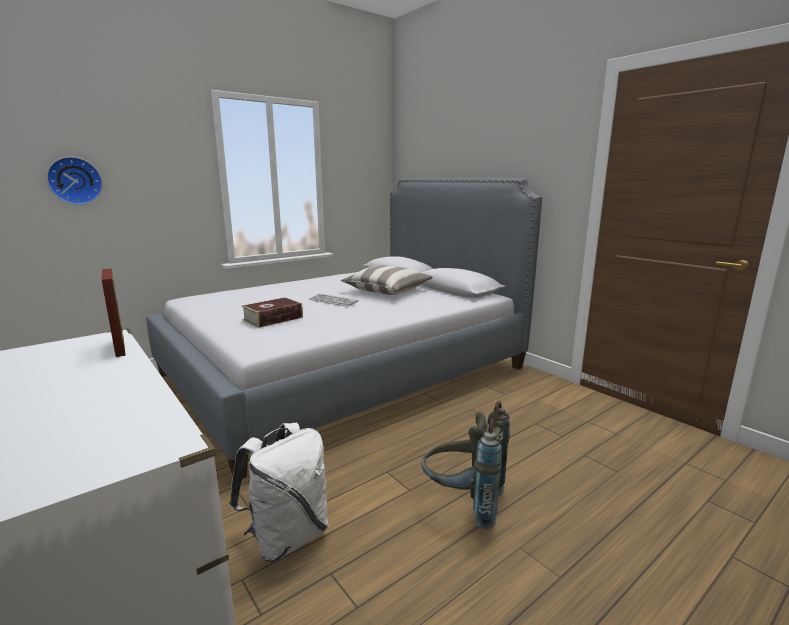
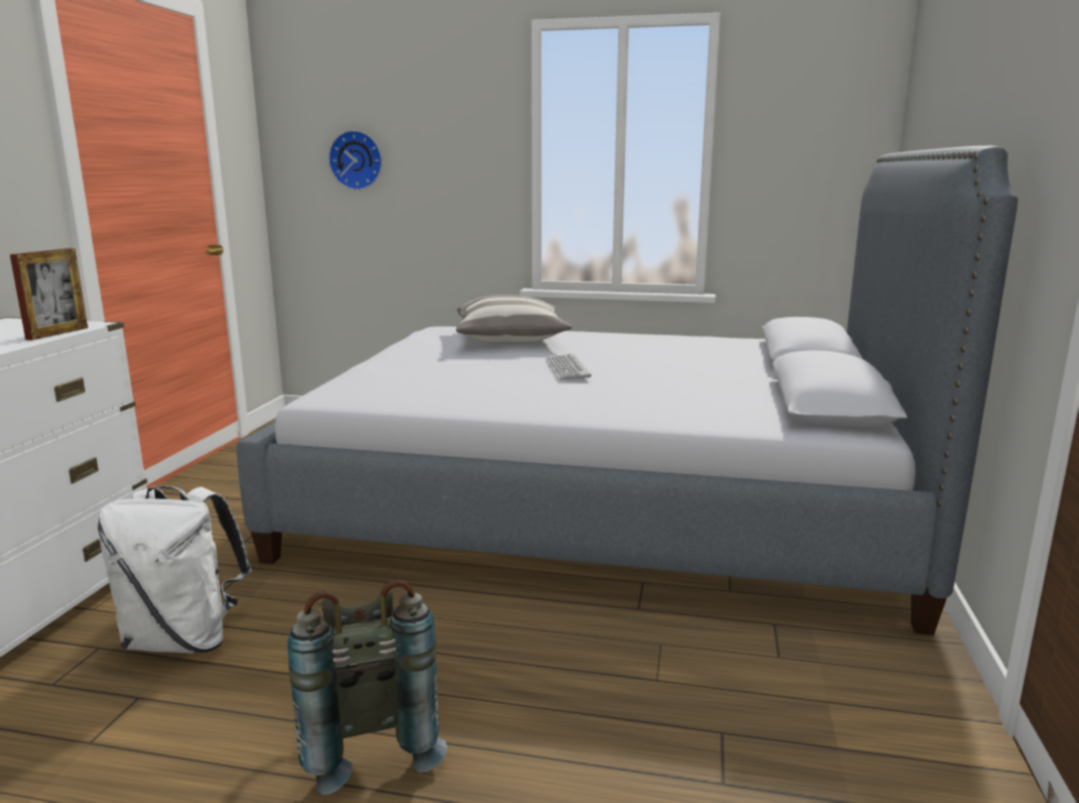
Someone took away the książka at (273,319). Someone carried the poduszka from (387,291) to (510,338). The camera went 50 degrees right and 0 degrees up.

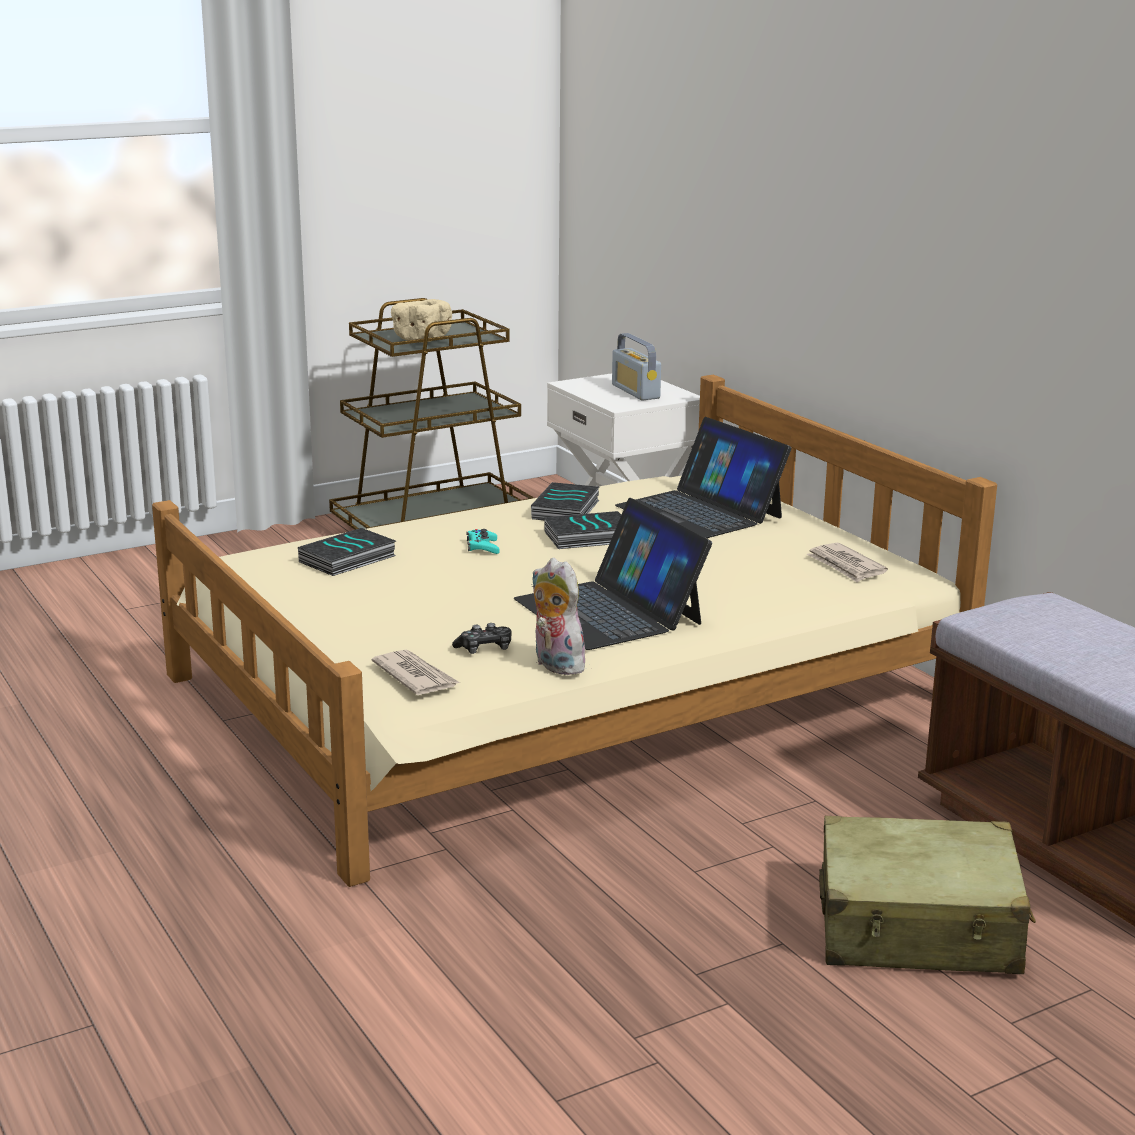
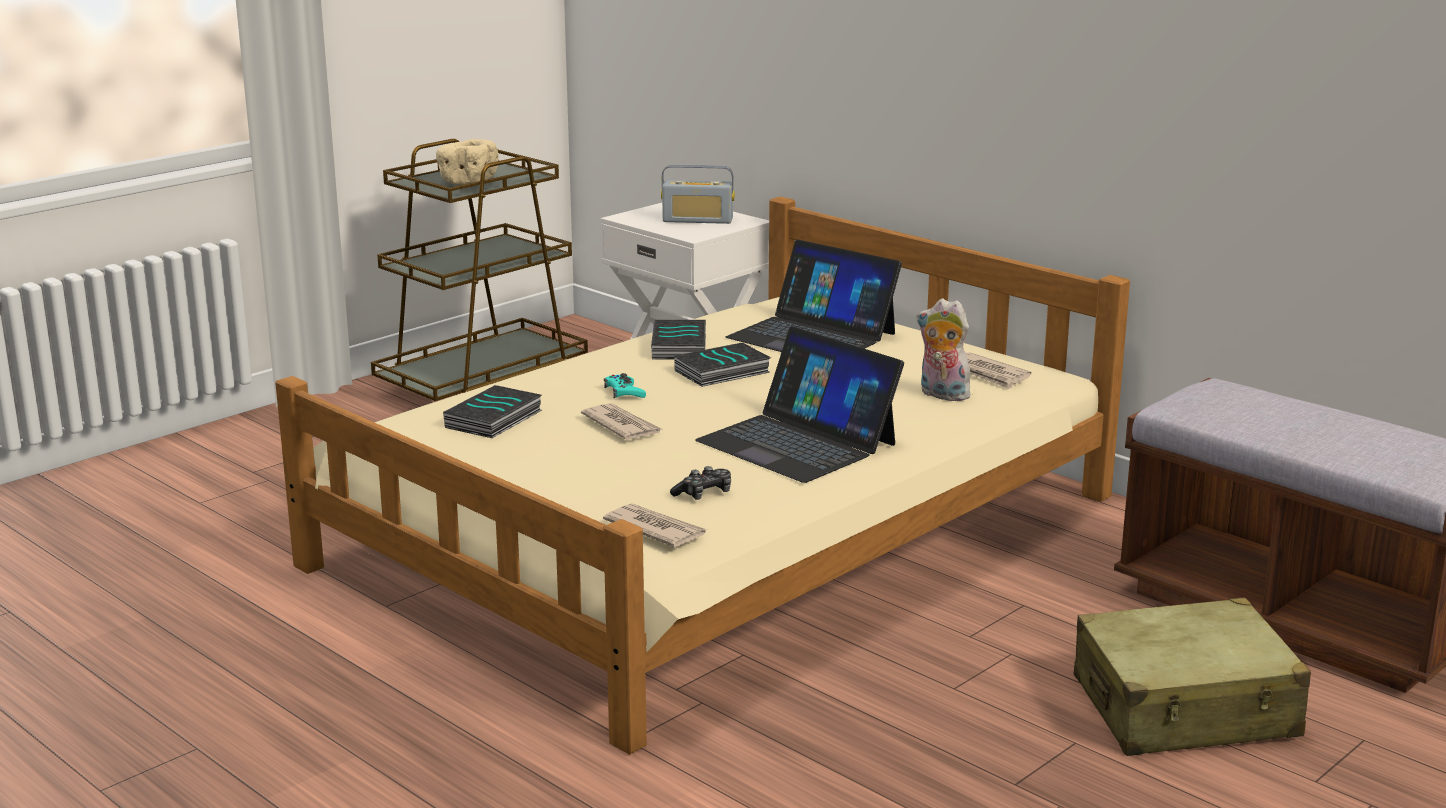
Someone carried the pluszak from (555,665) to (941,395). Someone rotated the radio at (635,391) by 45 degrees counterclockwise. Someone put down the gazeta at (621,426). The camera went 15 degrees left and 0 degrees up.

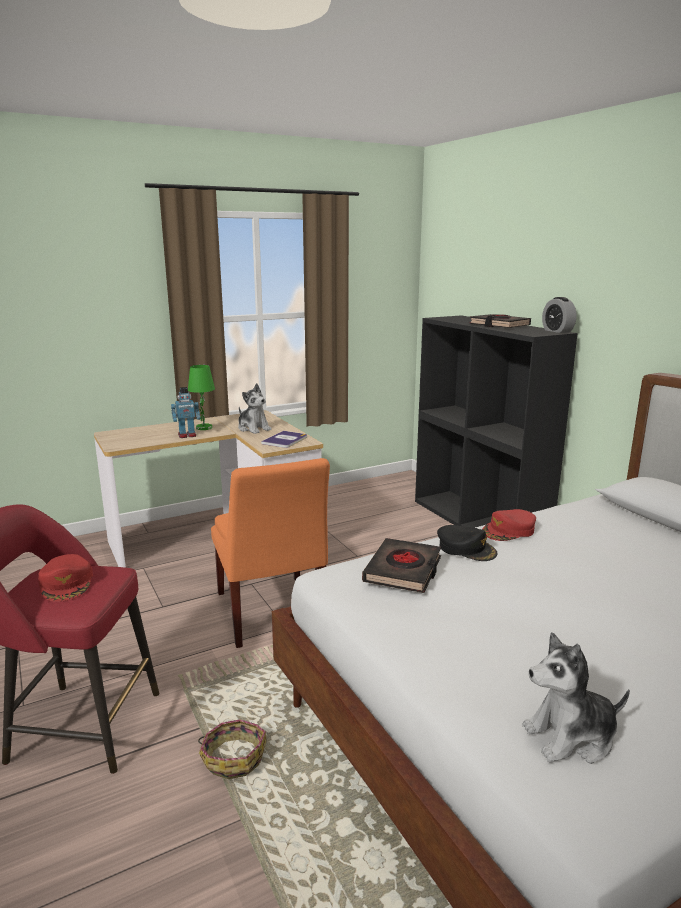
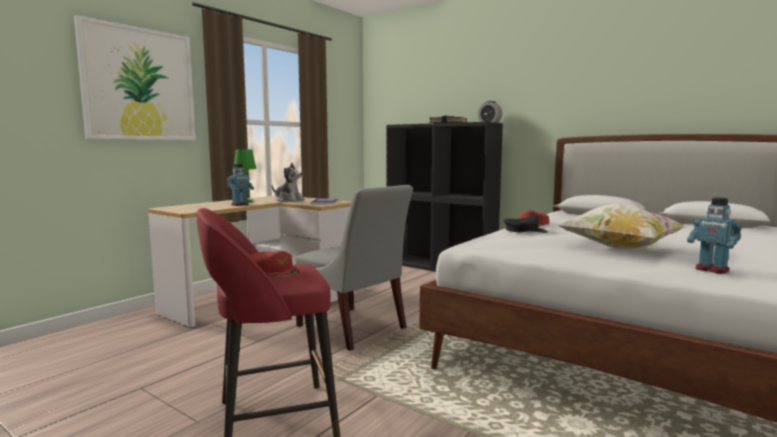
Someone took away the koszyk at (233,757). Someone repainted the krzesło [pomarańczowy] at (271,613), which became the krzesło [szary] at (353,329). Someone took away the książka [czarny] at (403,570). Someone swapped the pluszak at (571,737) for the robot zabawkowy at (711,270). Someone put up the obraz at (139,84). Someone put down the poduszka at (619,248). The camera went 25 degrees left and 10 degrees down.

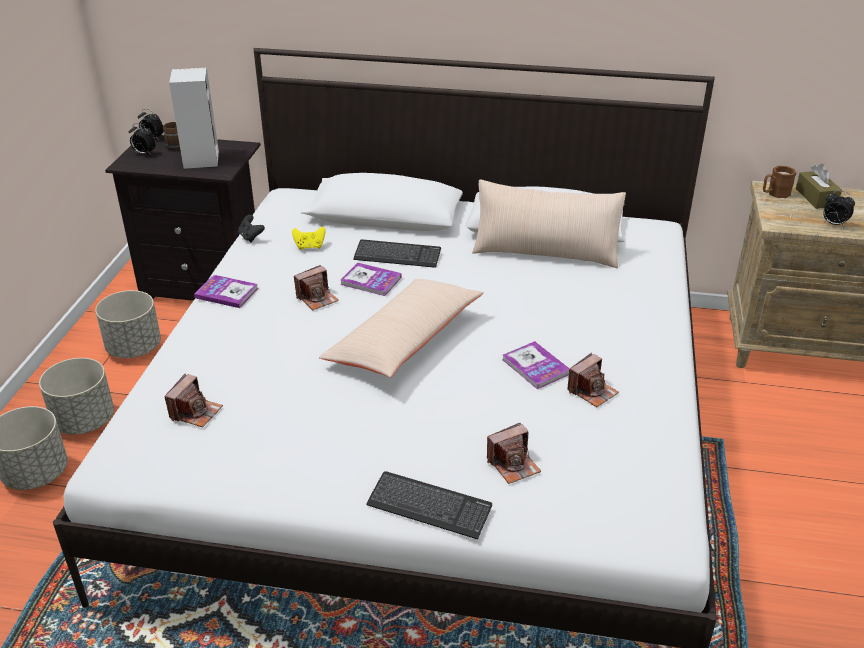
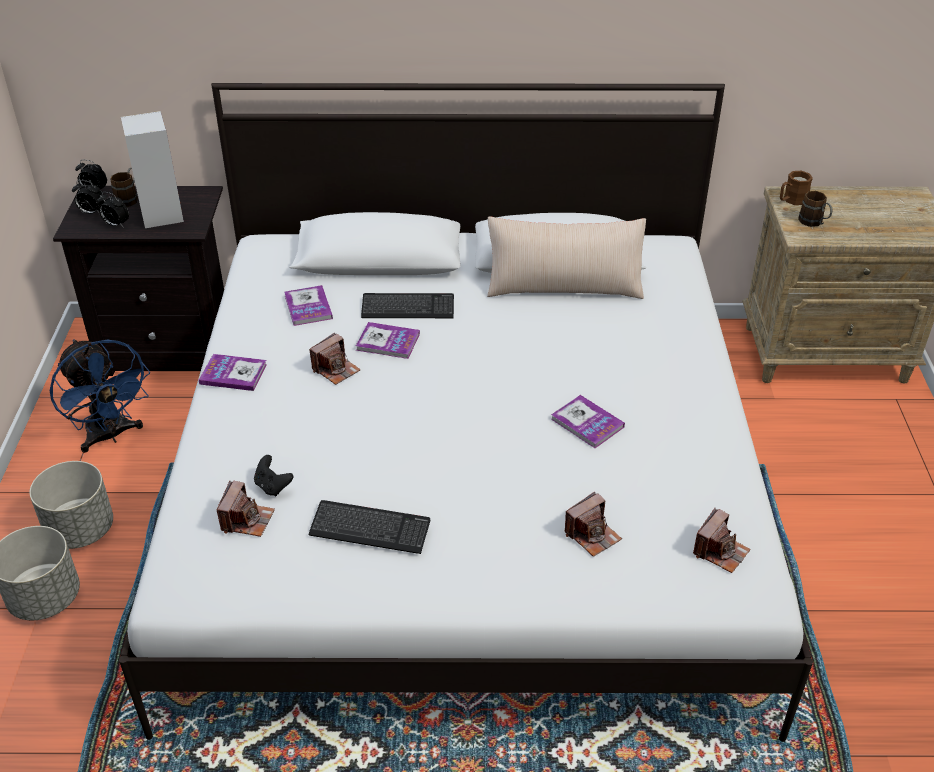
Someone swapped the donica [szary] at (134,348) for the wentylator [niebieski] at (111,436). Someone carried the pad do gier [czarny] from (251,237) to (273,486). Someone swapped the pad do gier [żółty] at (309,247) for the książka at (308,307). Someone took away the poduszka [beżowy] at (404,340). Someone carried the klawiatura from (429,507) to (370,529). Someone carried the aparat fotograficzny from (592,391) to (720,551). Someone took away the pudełko chusteczek [brązowy] at (816,198). Someone carried the budzik from (833,224) to (116,225). Someone put down the kubek [brązowy] at (814,223). The camera went 10 degrees left and 5 degrees up.

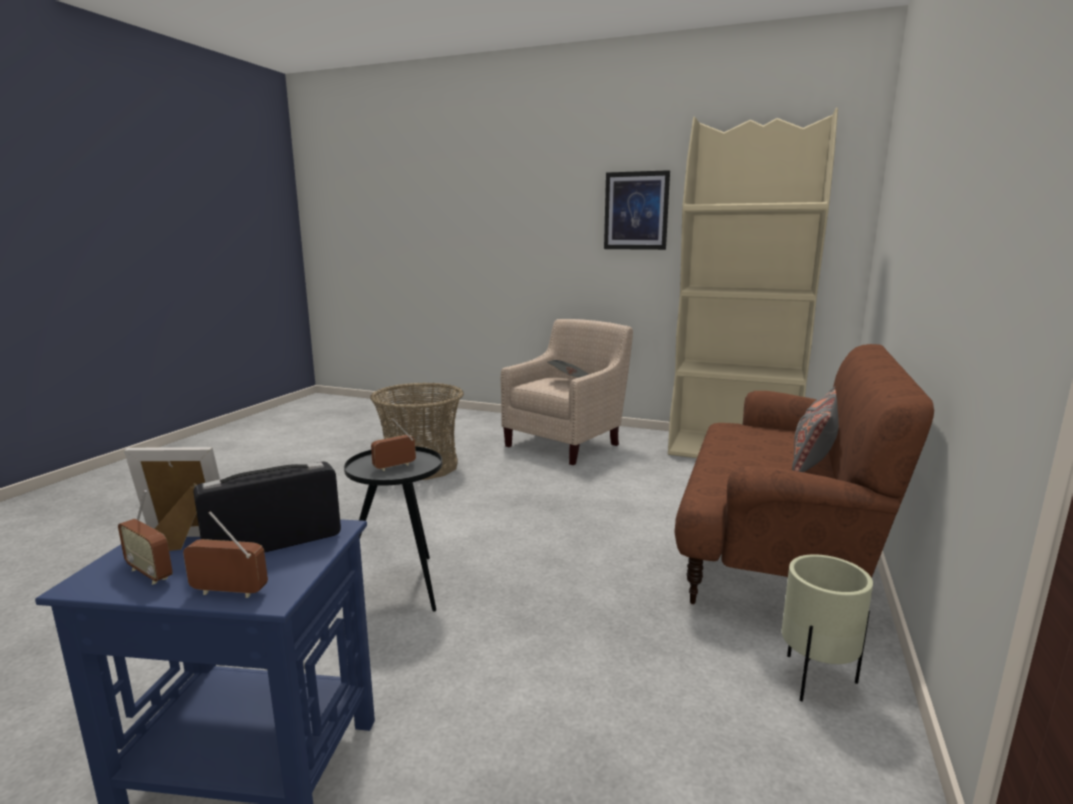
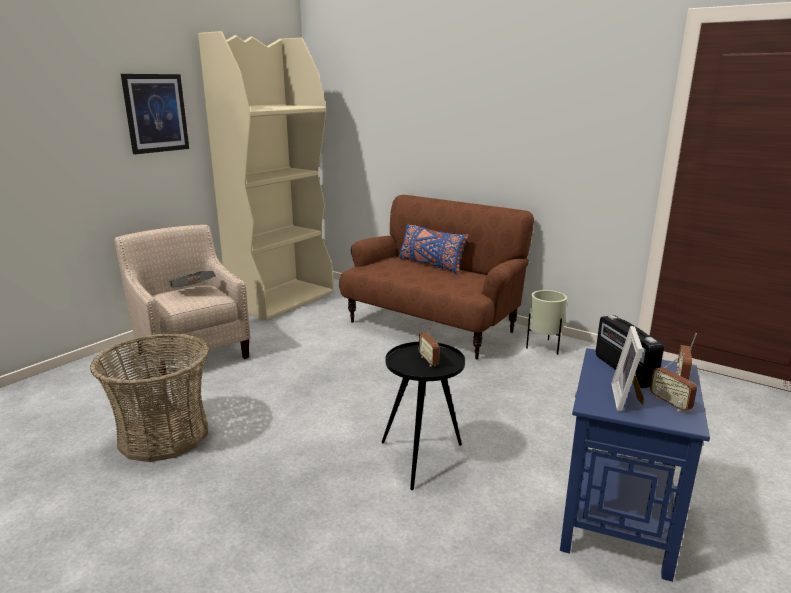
Someone rotated the radio at (150,573) by 105 degrees clockwise. Someone repainted the poduszka [szary] at (814,457), which became the poduszka [niebieski] at (431,265). The camera went 75 degrees left and 5 degrees up.

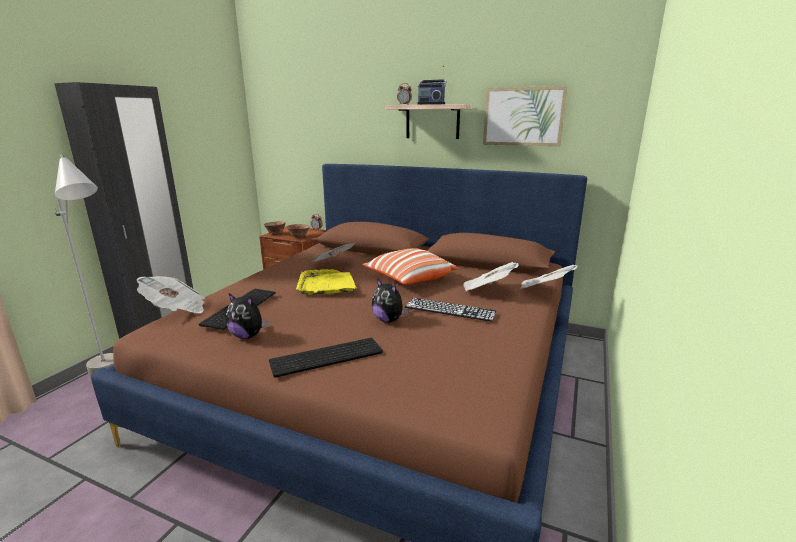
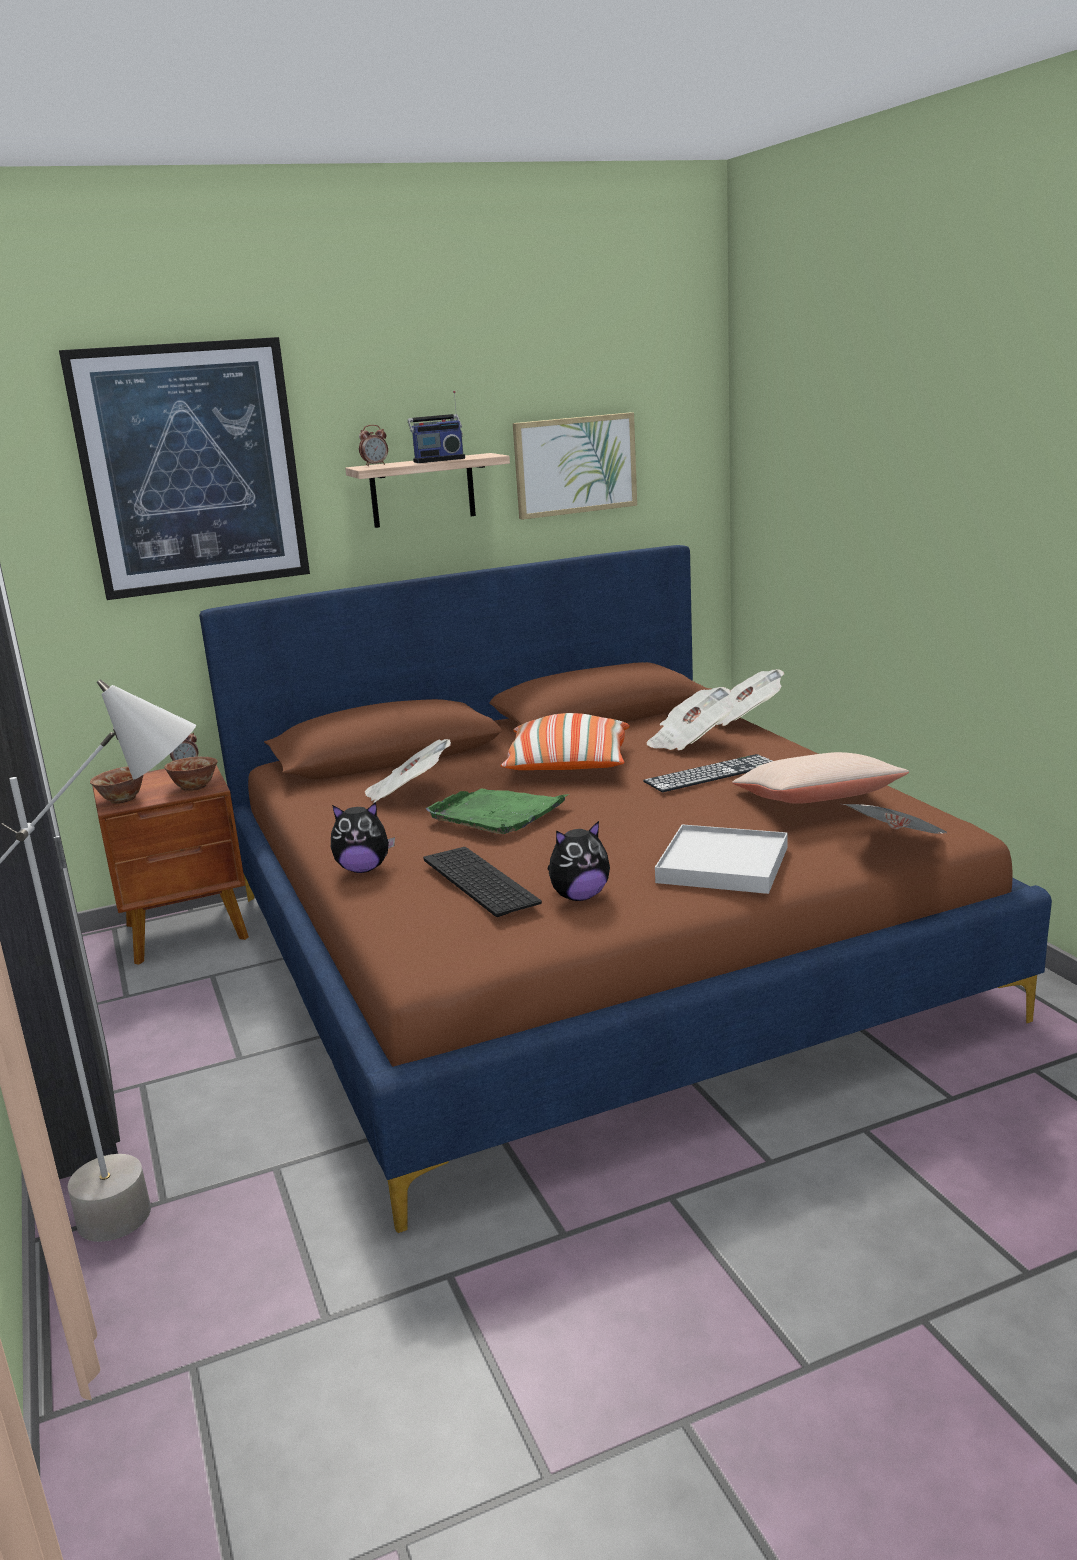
Someone carried the gazeta from (176,309) to (897,846). Someone swapped the klawiatura at (326,358) for the taca [biały] at (723,865). Someone repainted the taca [żółty] at (326,285), which became the taca [zielony] at (497,813). Someone carried the pluszak from (389,320) to (363,869). Someone put up the obraz at (191,468). Someone put down the poduszka [beżowy] at (816,802). The camera went 45 degrees left and 0 degrees up.

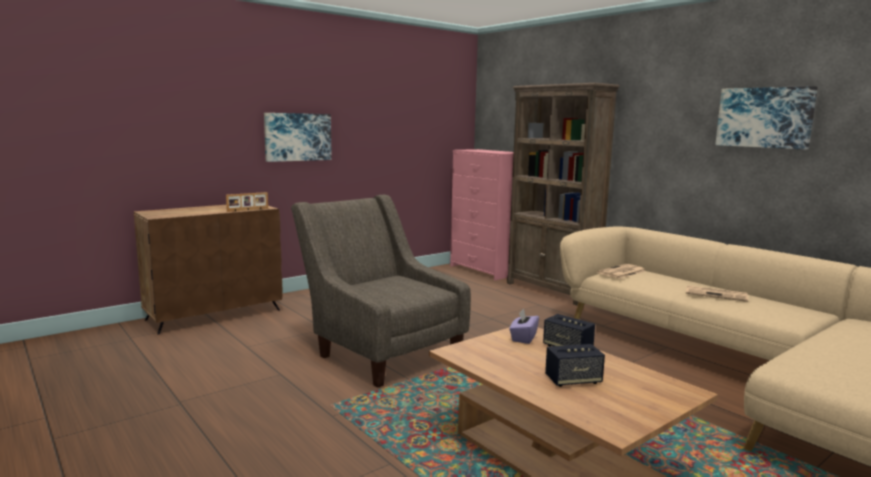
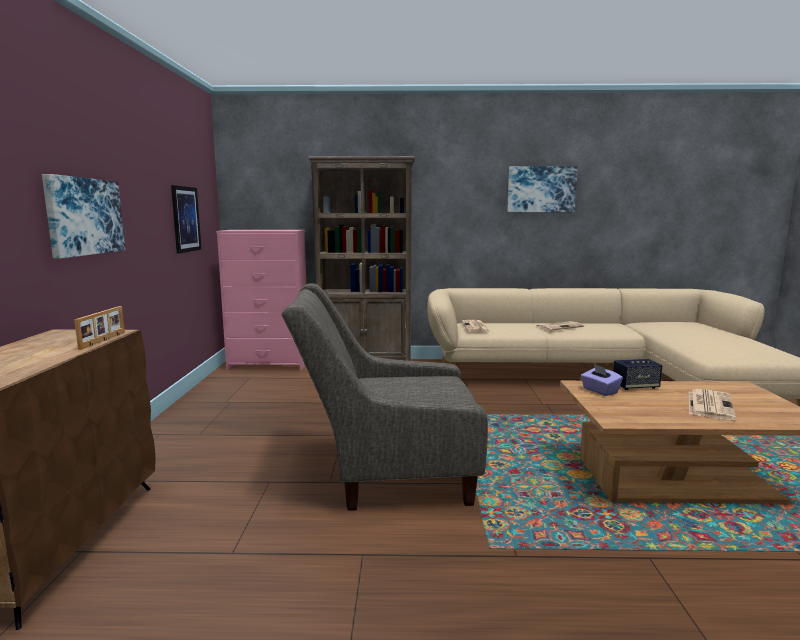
Someone swapped the głośnik at (573,380) for the gazeta at (709,405). Someone put up the obraz at (185,219). The camera went 50 degrees left and 0 degrees up.

